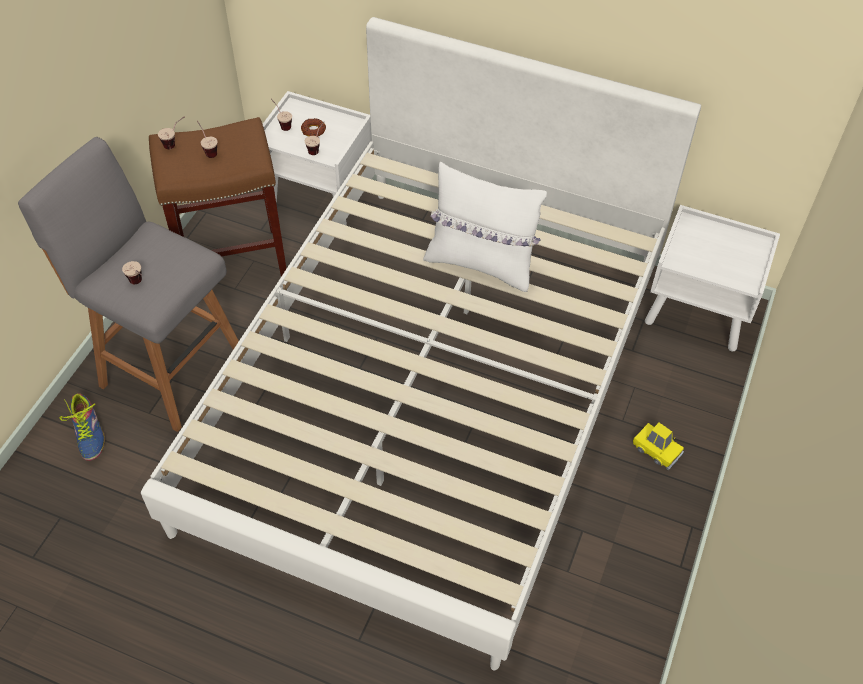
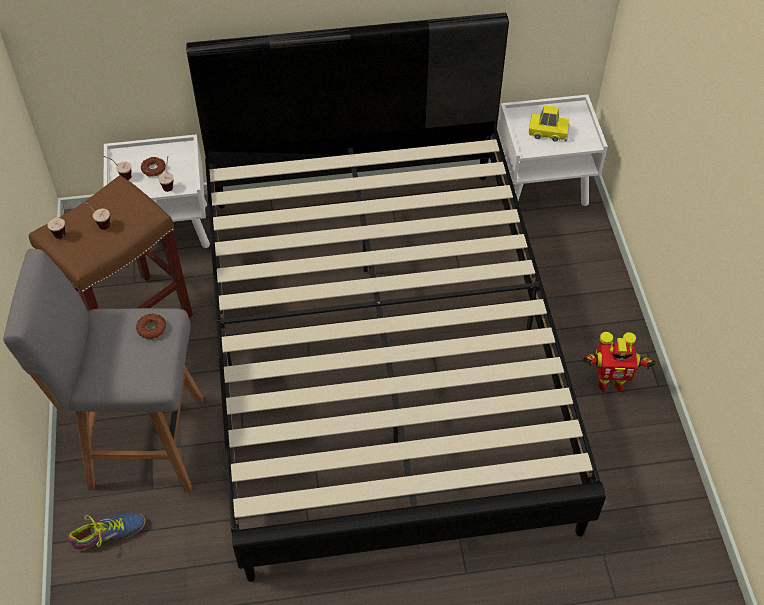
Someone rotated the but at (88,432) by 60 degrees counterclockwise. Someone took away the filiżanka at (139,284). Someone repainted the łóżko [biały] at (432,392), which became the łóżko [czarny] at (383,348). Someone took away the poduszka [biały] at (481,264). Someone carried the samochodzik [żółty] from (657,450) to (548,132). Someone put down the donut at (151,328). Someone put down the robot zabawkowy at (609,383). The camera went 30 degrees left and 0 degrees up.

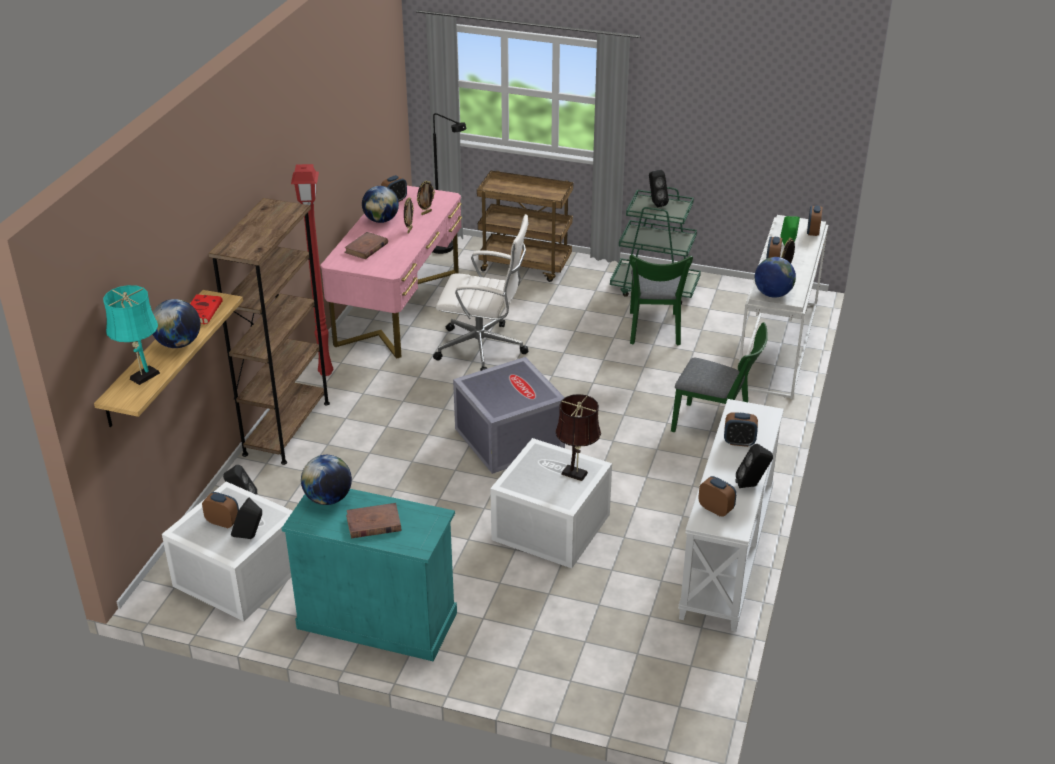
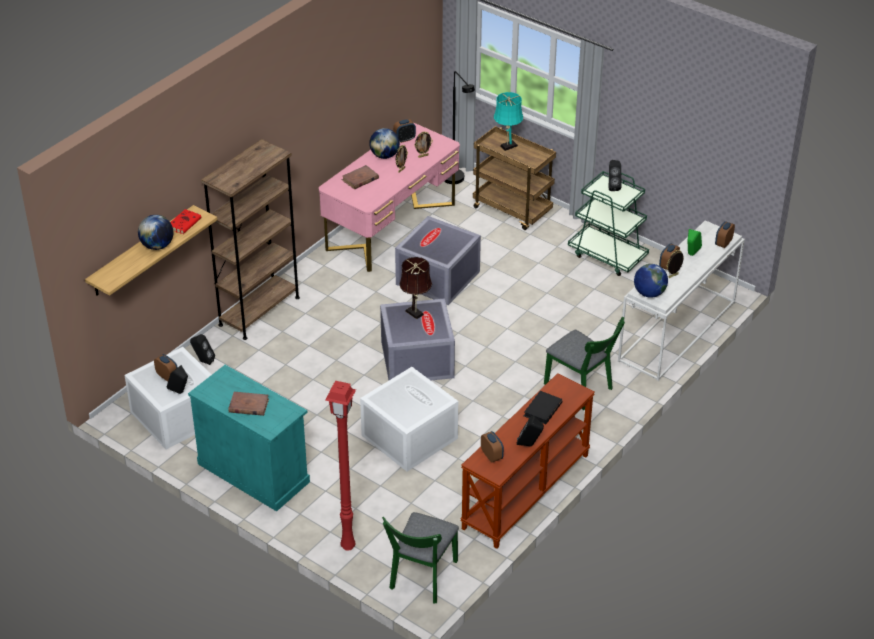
Someone carried the lampa stołowa [turkusowy] from (142,377) to (507,146). Someone carried the lampa stojąca [czerwony] from (326,373) to (348,547). Someone took away the globus at (328,498). Someone swapped the krzesło biurowe [biały] at (483,349) for the pojemnik do przechowywania [szary] at (438,279). Someone carried the lampa stołowa [brązowy] from (576,474) to (415,314). Someone carried the krzesło [zielony] from (654,331) to (421,579). Someone repainted the stolik konsolowy [biały] at (728,555), which became the stolik konsolowy [brązowy] at (526,492). Someone swapped the budzik at (739,442) for the książka [czarny] at (542,409). The camera went 20 degrees right and 5 degrees up.

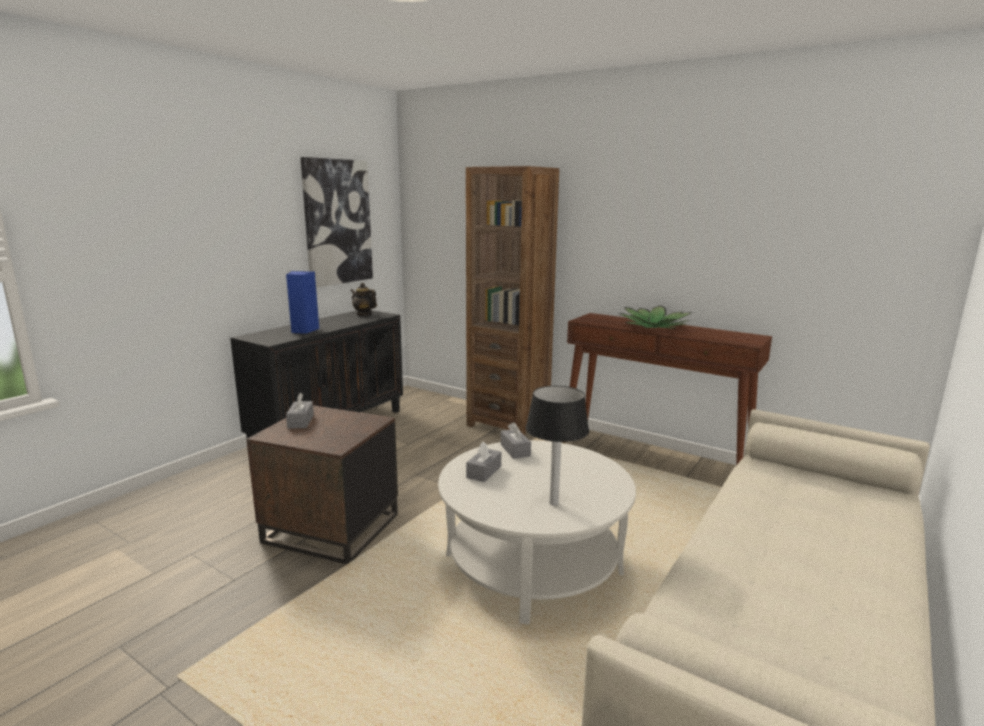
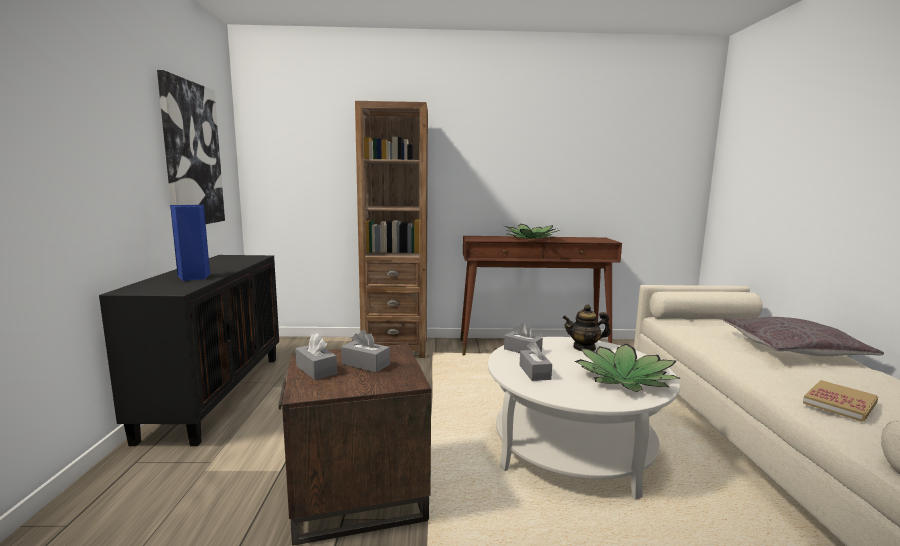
Someone carried the imbryk from (364,314) to (584,347). Someone swapped the lampa stołowa at (553,503) for the roślina doniczkowa at (624,379). Someone put down the pudełko chusteczek [szary] at (365,364). Someone put down the poduszka [szary] at (792,348). Someone put down the książka at (840,403). The camera went 35 degrees left and 5 degrees down.

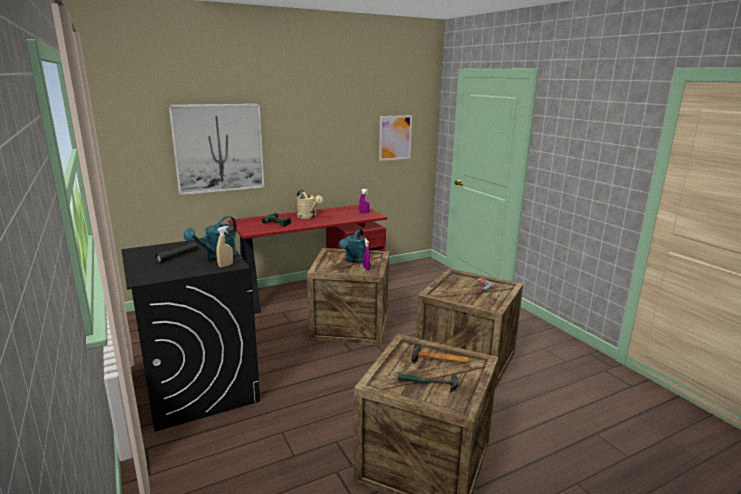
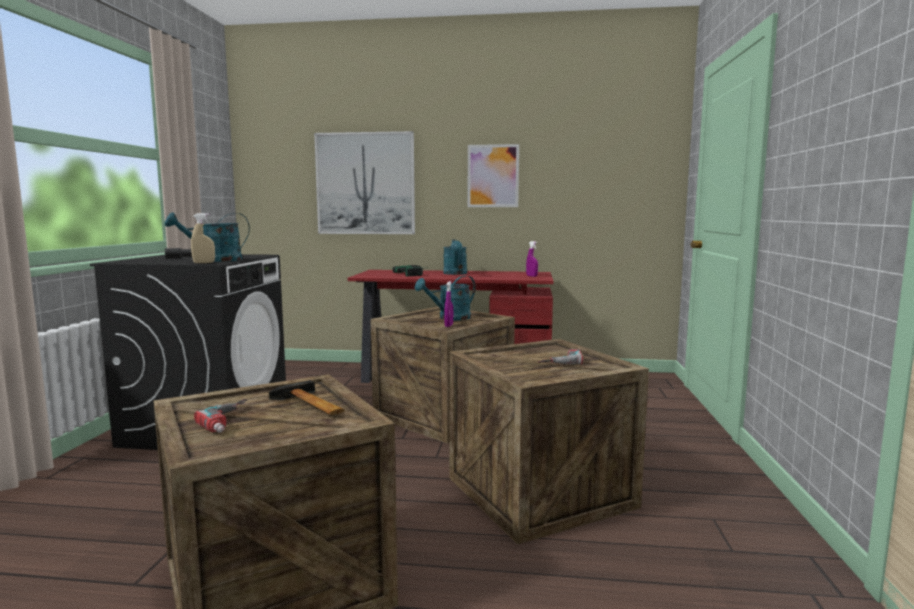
Someone repainted the konewka [beżowy] at (308,217), which became the konewka [turkusowy] at (455,273). Someone carried the obraz from (395,137) to (493,176). Someone swapped the młotek at (427,383) for the wiertarka at (233,420). The camera went 35 degrees right and 10 degrees down.

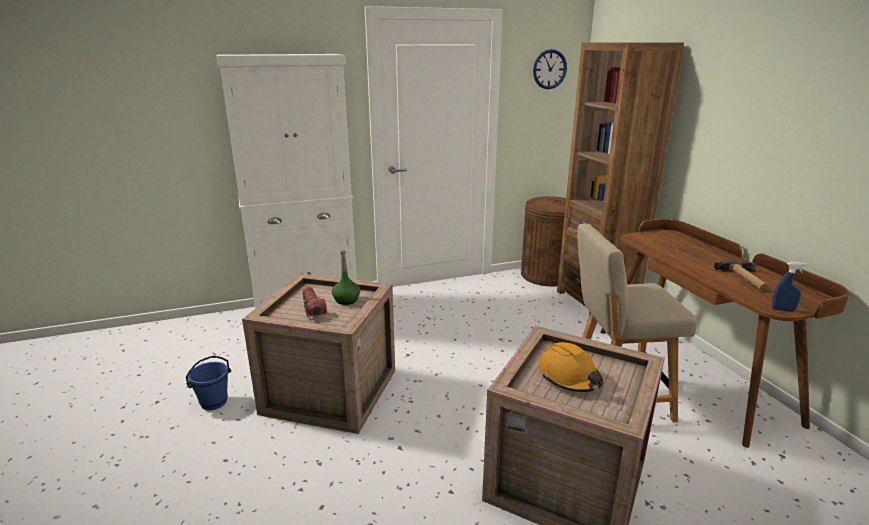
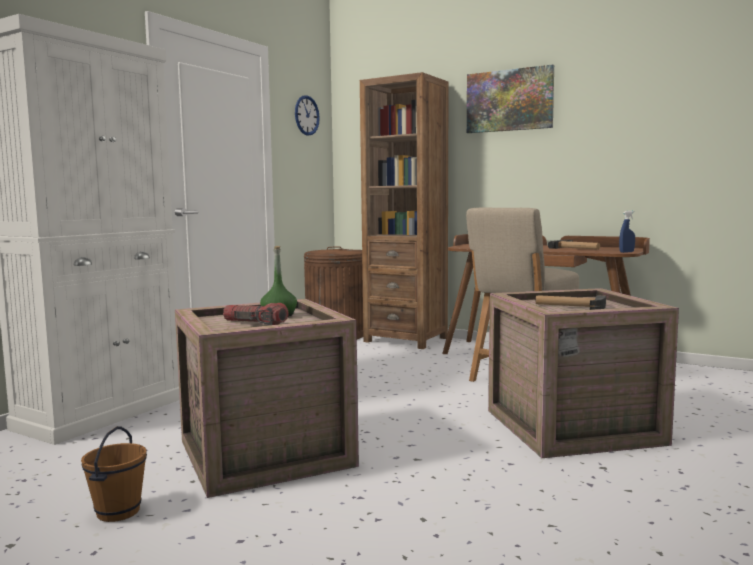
Someone repainted the wiadro [niebieski] at (214,402), which became the wiadro [brązowy] at (117,512). Someone swapped the kask [pomarańczowy] at (569,377) for the młotek at (569,306). Someone put up the obraz at (509,100). The camera went 40 degrees left and 15 degrees down.

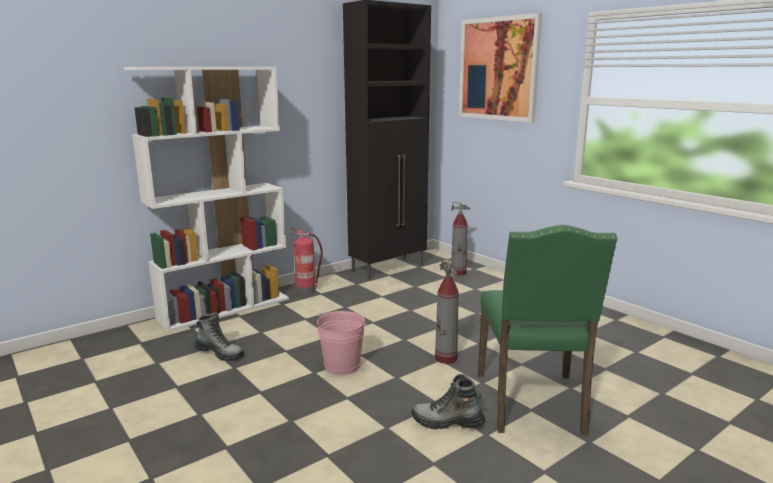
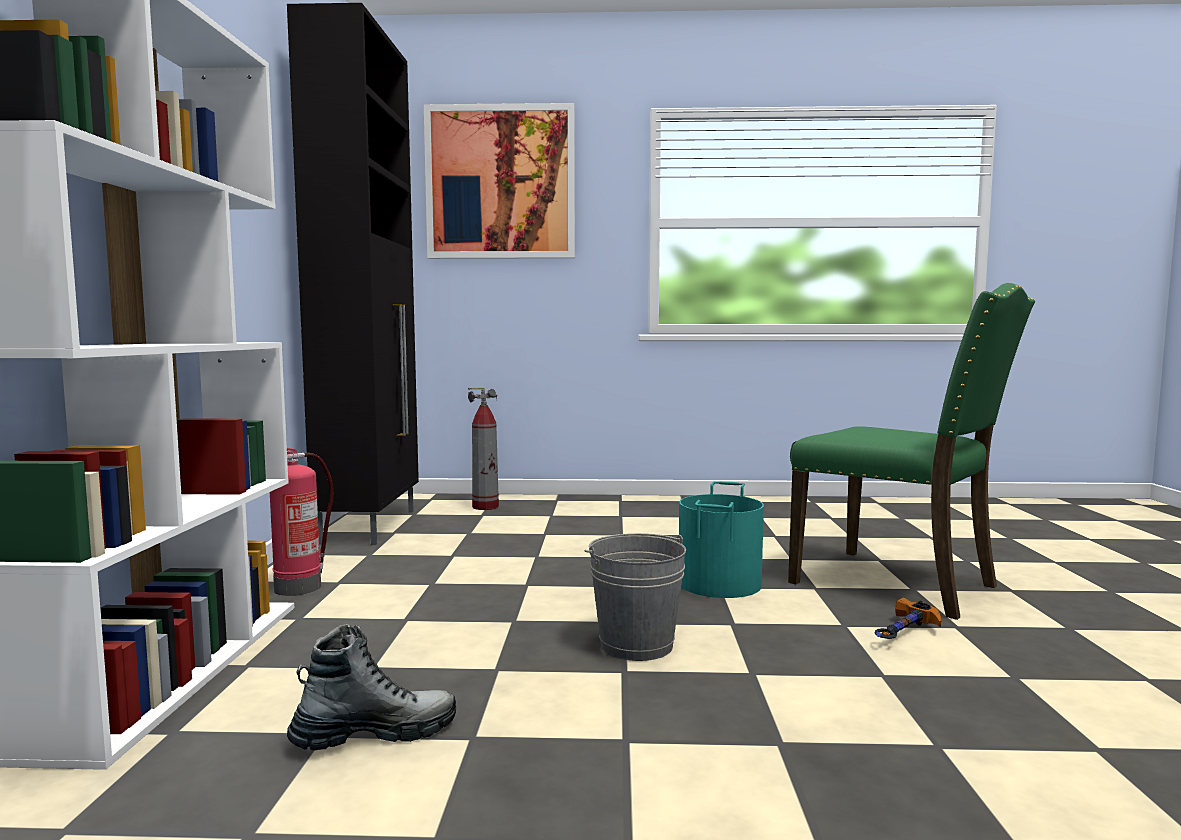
Someone repainted the wiadro [różowy] at (342,366), which became the wiadro [szary] at (636,645). Someone swapped the but z cholewką at (447,422) for the młotek at (904,636). Someone swapped the gaśnica at (446,358) for the wiadro [turkusowy] at (720,583). The camera went 50 degrees left and 10 degrees down.

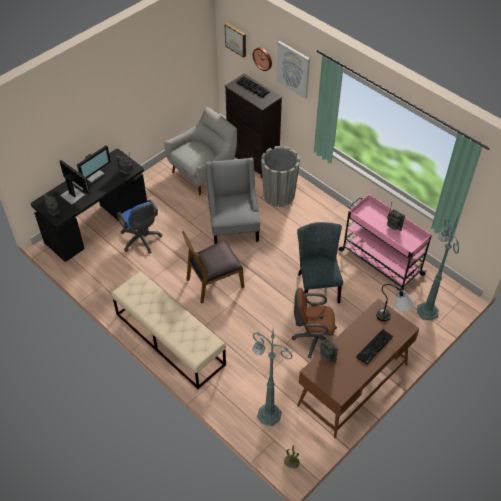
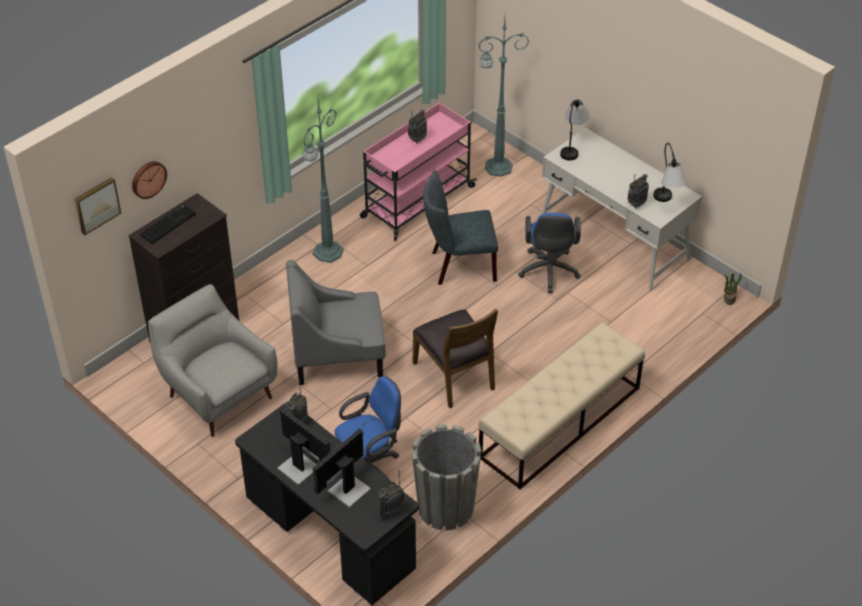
Someone carried the lampa stojąca [zielony] from (268,413) to (327,253). Someone carried the donica [szary] from (279,195) to (445,507). Someone took away the obraz at (293,69). Someone repainted the krzesło biurowe [brązowy] at (313,339), which became the krzesło biurowe [niebieski] at (549,273). Someone repainted the biurko [brązowy] at (352,384), which became the biurko [biały] at (614,240). Someone took away the klawiatura at (374,348). Someone put down the lampa stołowa at (666,204). The camera went 90 degrees left and 5 degrees down.

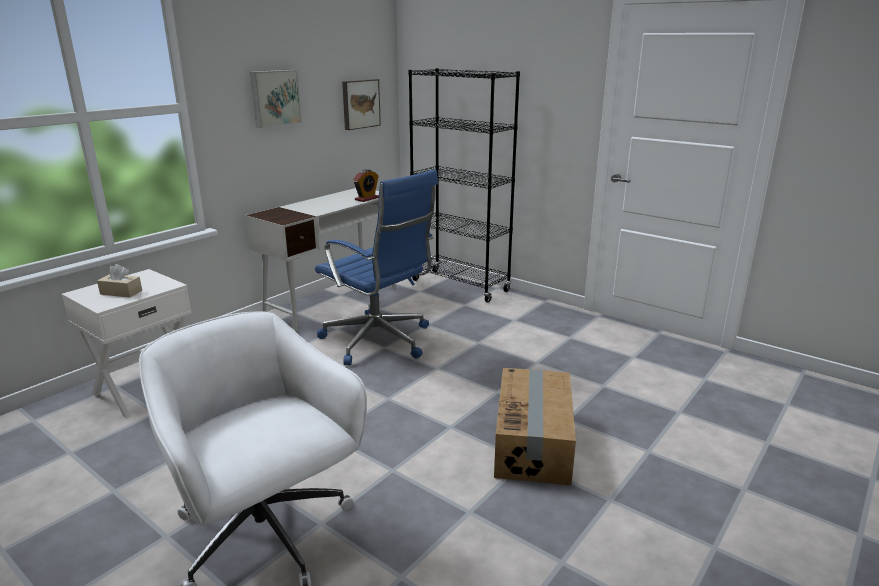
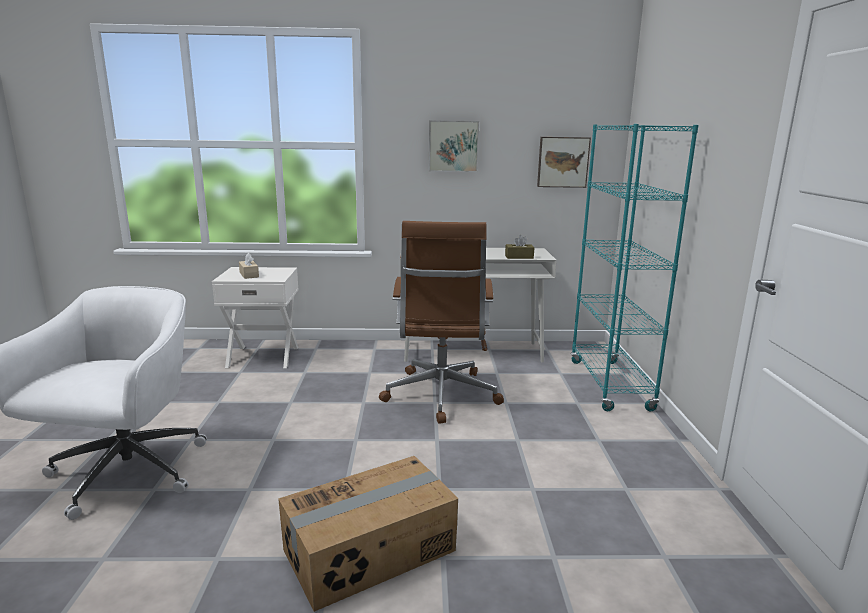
Someone repainted the krzesło biurowe [niebieski] at (379,341), which became the krzesło biurowe [brązowy] at (440,396). Someone swapped the budzik at (367,199) for the pudełko chusteczek [brązowy] at (519,257). Someone repainted the regał [czarny] at (460,286), which became the regał [turkusowy] at (610,385). The camera went 50 degrees right and 5 degrees down.

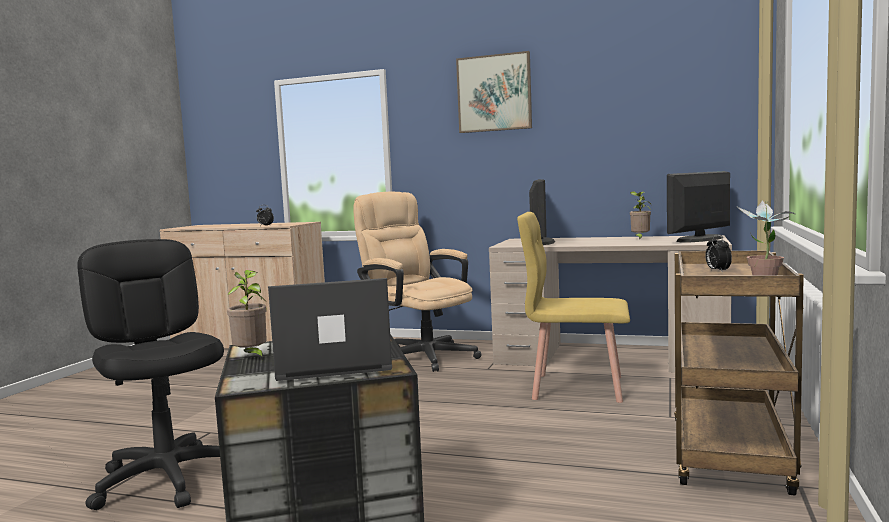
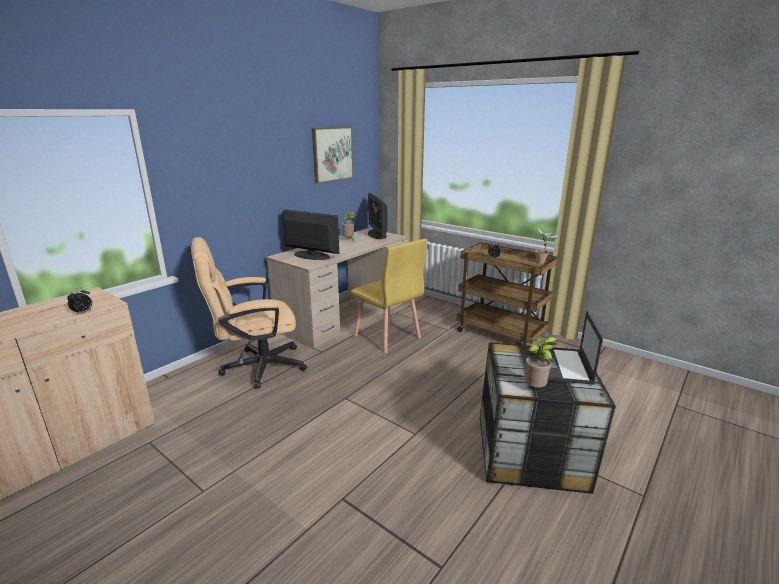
Someone took away the krzesło biurowe [czarny] at (168,479). Someone carried the obraz from (494,93) to (332,154). Someone rotated the krzesło [żółty] at (576,387) by 75 degrees counterclockwise. The camera went 70 degrees left and 15 degrees up.

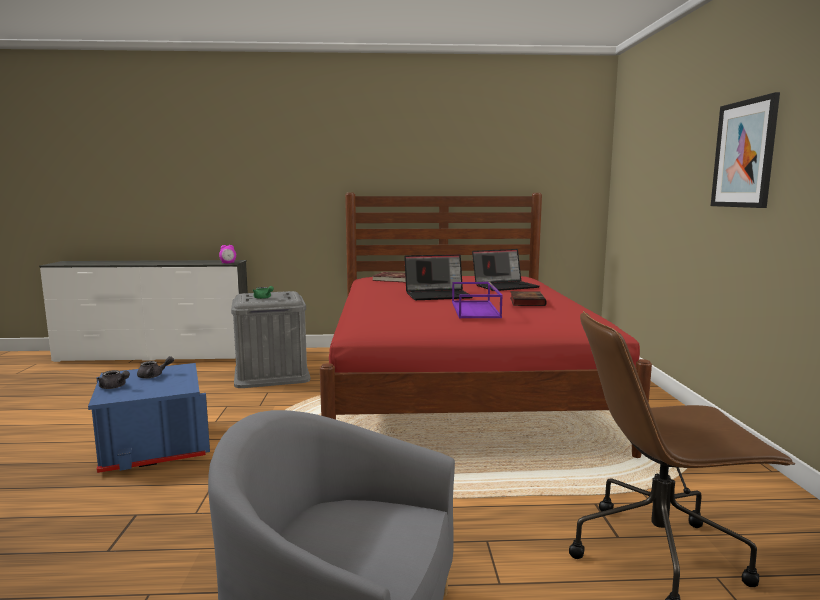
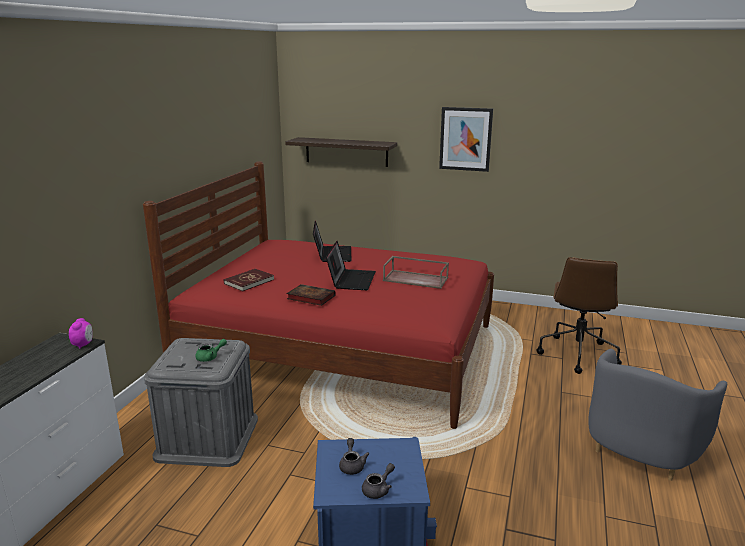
Someone repainted the taca [fioletowy] at (476,310), which became the taca [brązowy] at (416,279). Someone carried the książka from (526,302) to (309,297). Someone put up the półka at (346,152). The camera went 70 degrees left and 10 degrees up.

